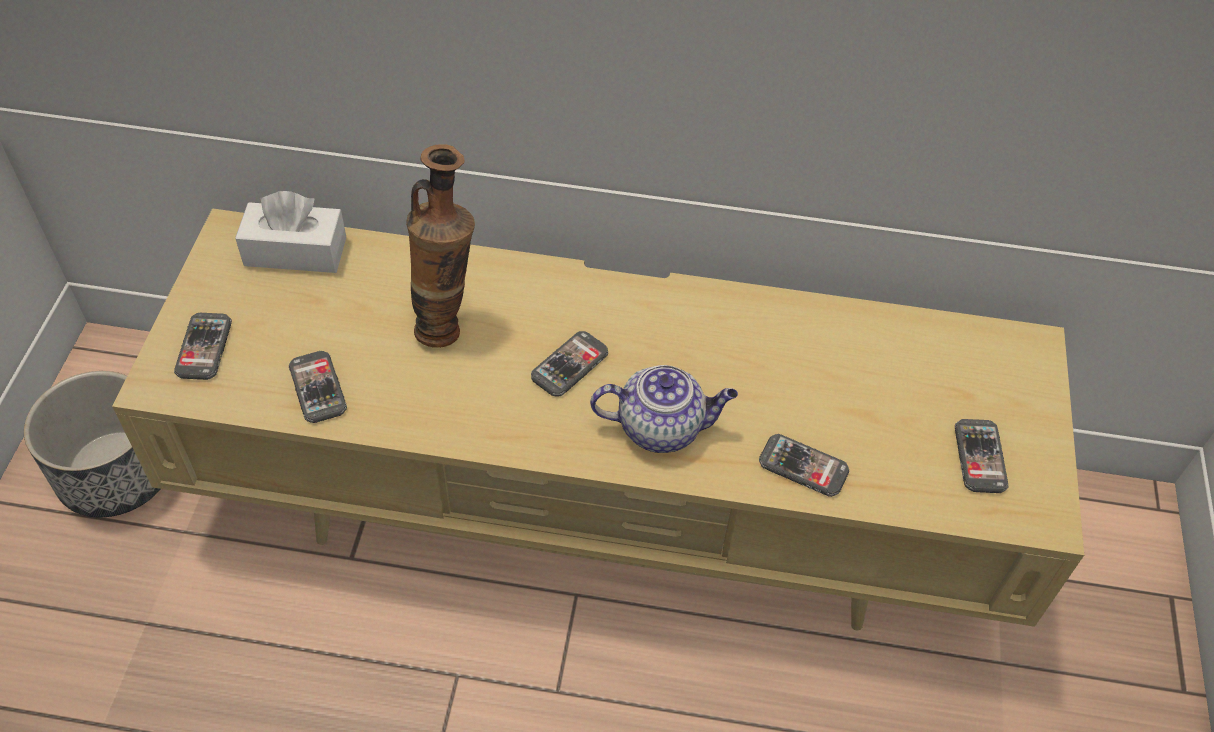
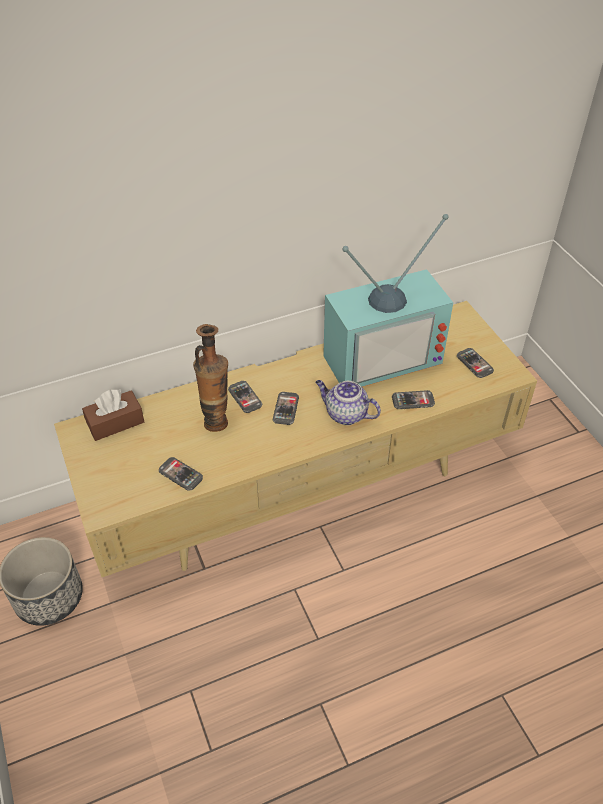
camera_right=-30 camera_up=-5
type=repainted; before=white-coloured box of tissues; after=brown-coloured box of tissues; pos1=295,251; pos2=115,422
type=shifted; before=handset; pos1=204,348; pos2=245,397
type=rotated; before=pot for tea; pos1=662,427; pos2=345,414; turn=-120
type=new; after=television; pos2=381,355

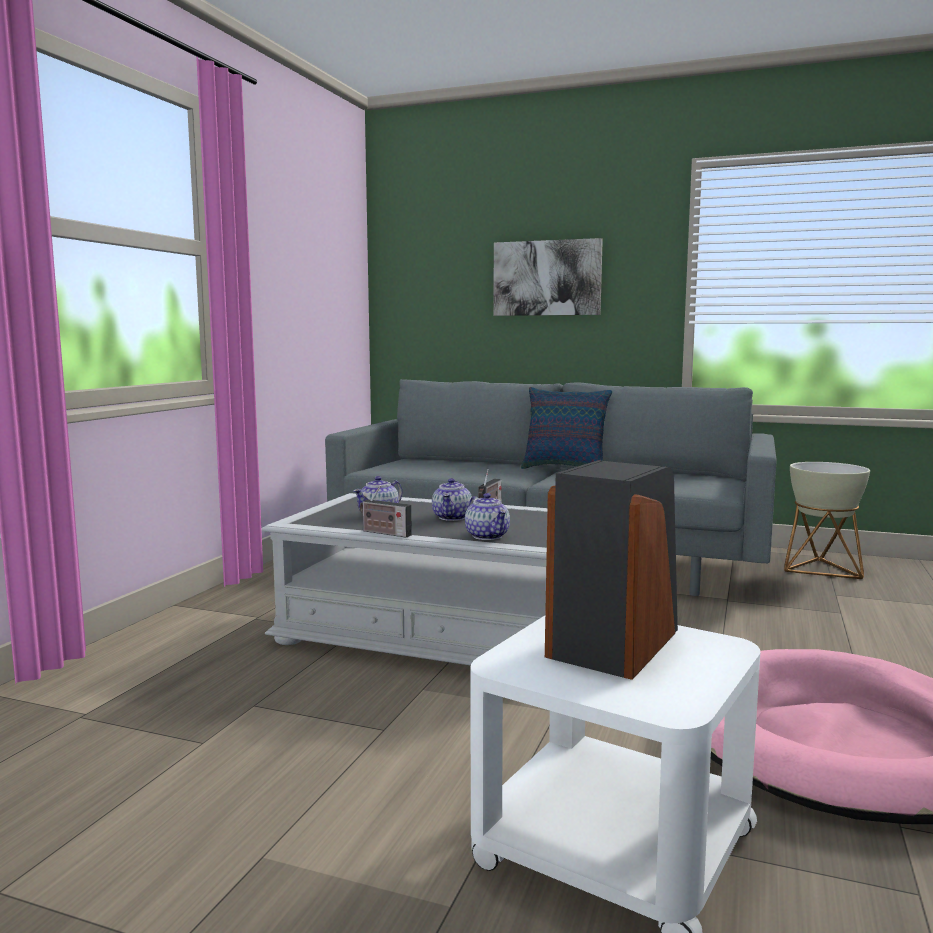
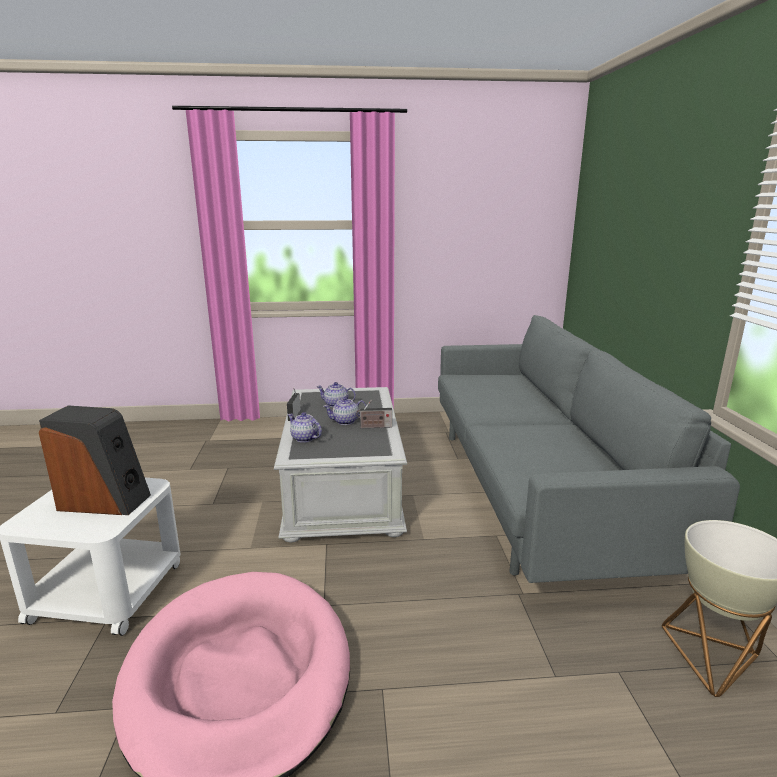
camera_right=65 camera_up=10
type=rotated; before=pot for tea; pos1=488,536; pos2=304,438; turn=90
type=gone; before=picture; pos1=547,278
type=gone; before=blue-coloured cushion; pos1=565,468

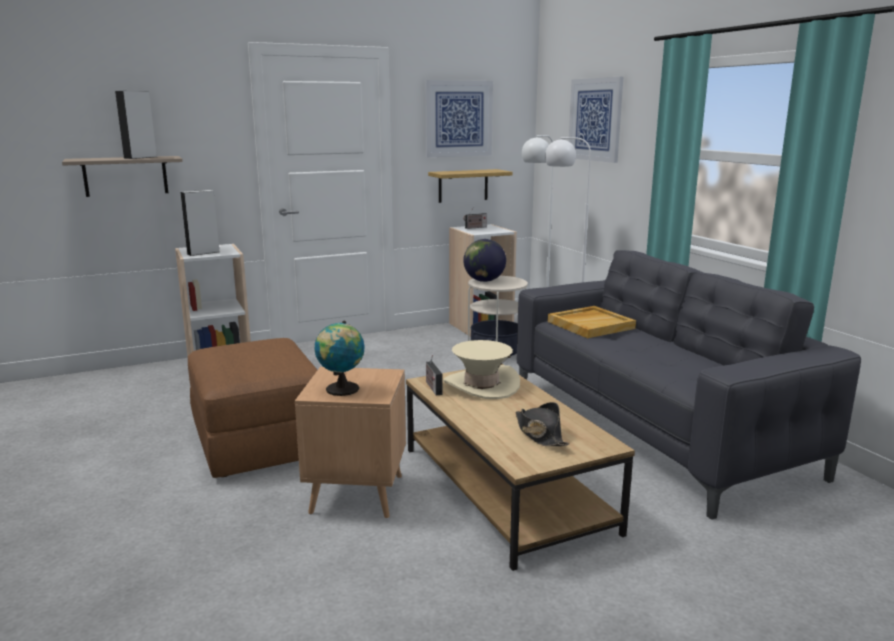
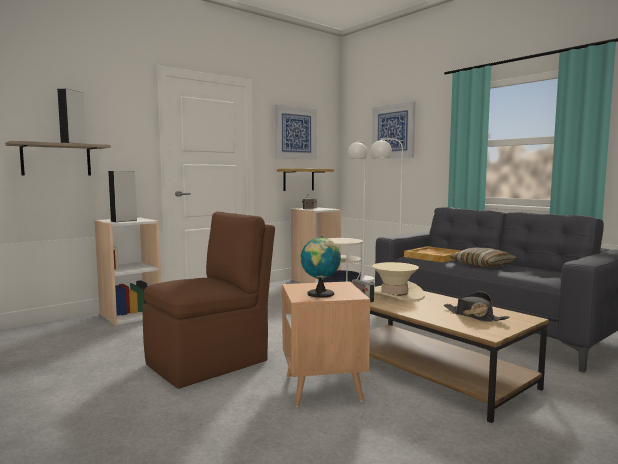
camera_right=-15 camera_up=-10
type=swapped; before=brown-coloured pouffe; after=brown-coloured chair; pos1=261,442; pos2=210,362
type=new; after=cushion; pos2=483,265
type=gone; before=world globe; pos1=484,281

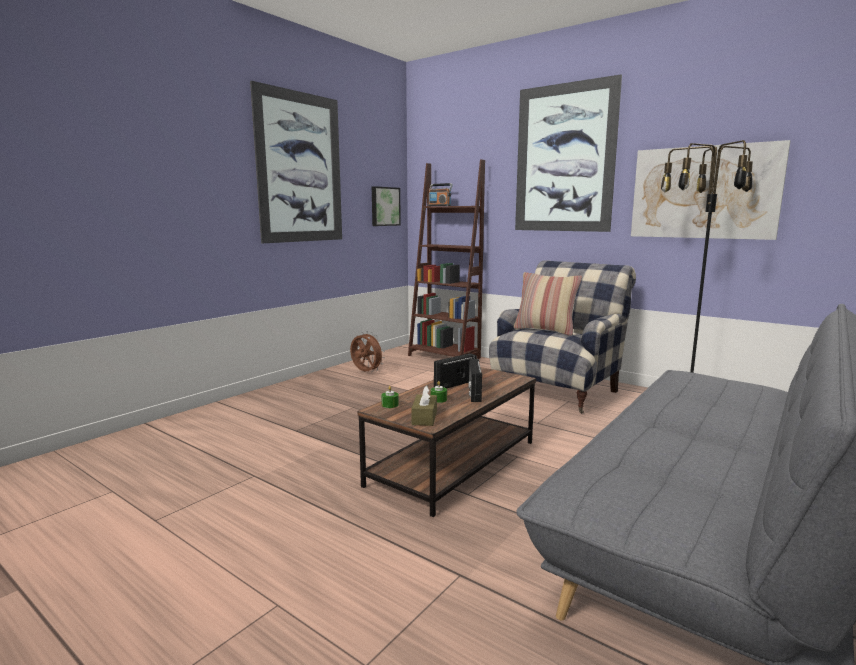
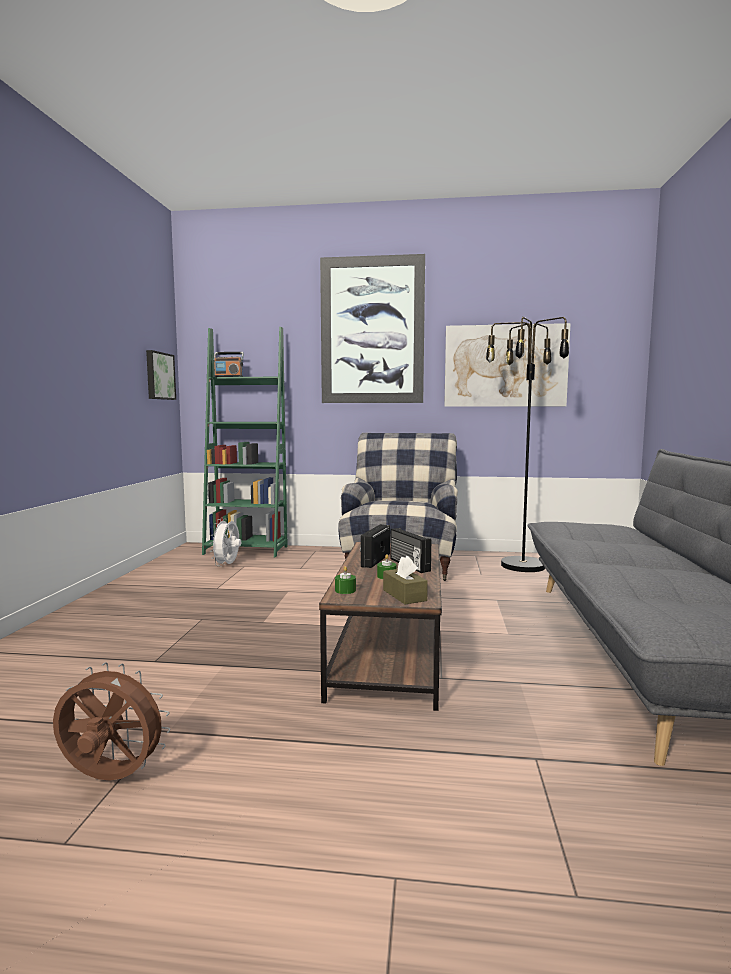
camera_right=-30 camera_up=-5
type=shifted; before=brown-coloured fan; pos1=366,372; pos2=110,779
type=repainted; before=brown-coloured bookshelf; after=greenish bookshelf; pos1=444,356; pos2=246,550
type=new; after=white-coloured fan; pos2=227,565
type=gone; before=picture; pos1=300,168
type=gone; before=cushion; pos1=545,330

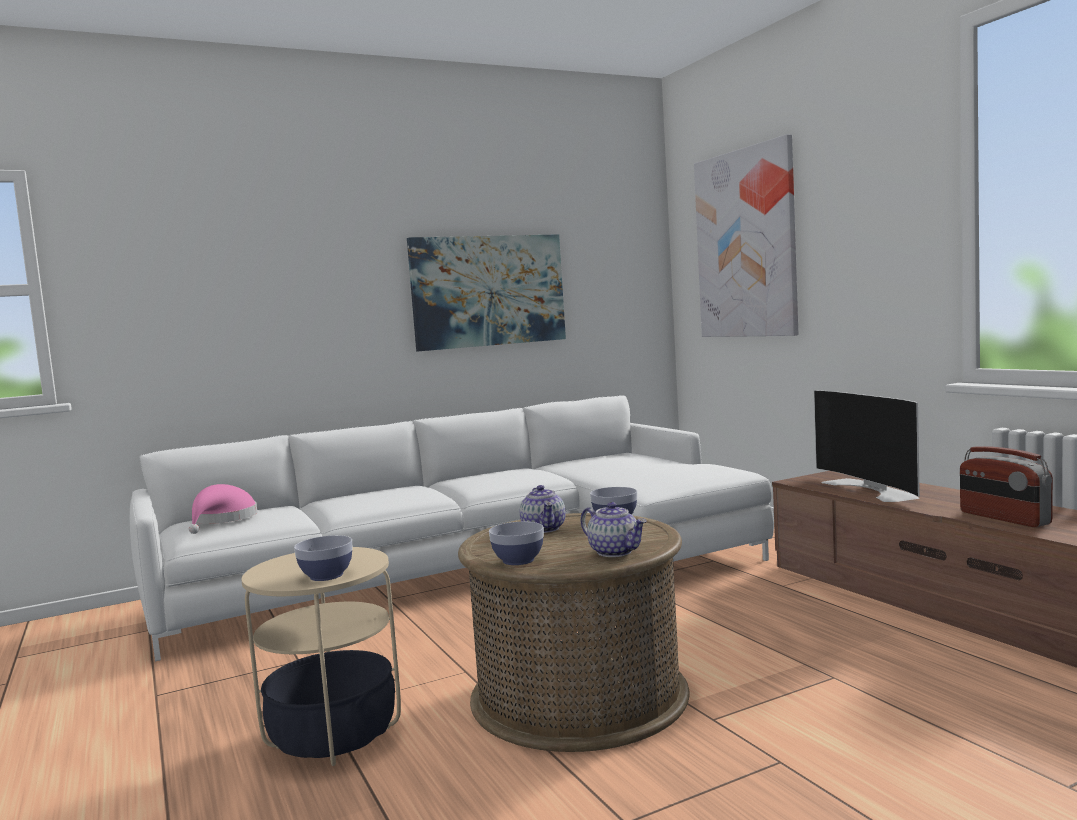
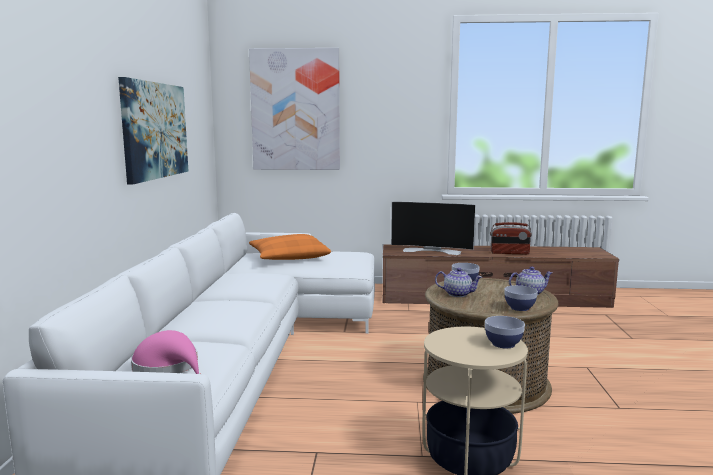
camera_right=-60 camera_up=5
type=new; after=orange cushion; pos2=288,257

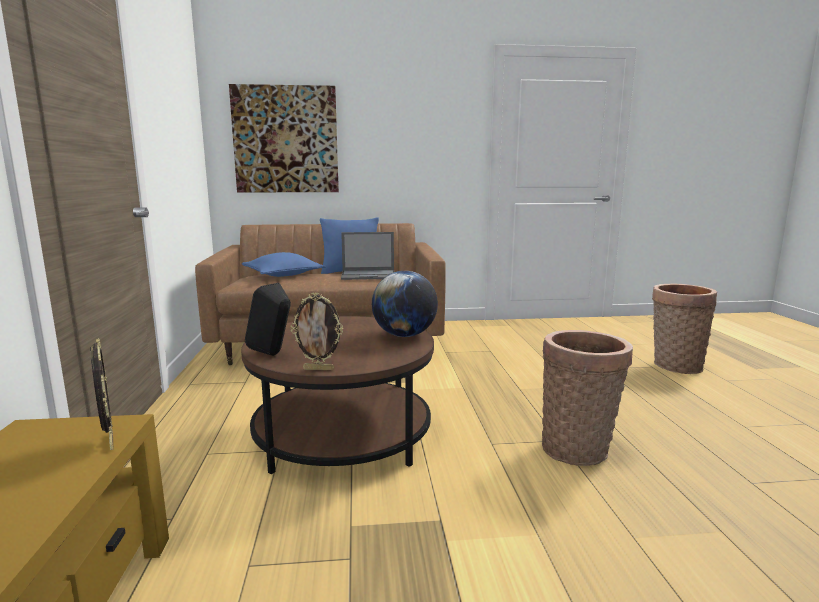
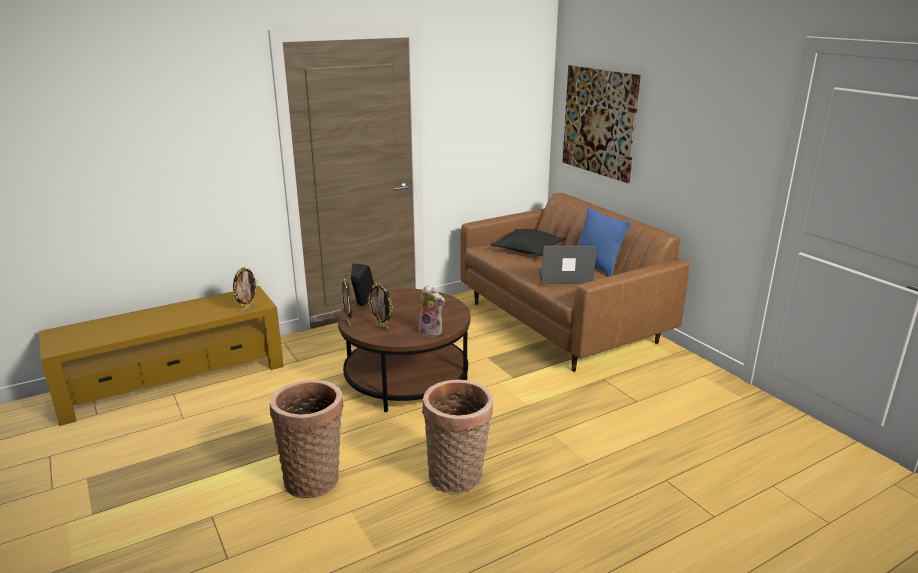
camera_right=65 camera_up=10
type=shifted; before=household basket; pos1=674,365; pos2=314,478
type=new; after=picture frame; pos2=382,327
type=swapped; before=world globe; after=soft toy; pos1=404,335; pos2=432,331
type=repainted; before=blue-coloured cushion; after=black-coloured cushion; pos1=283,275; pos2=528,250
type=rotated; before=laptop; pos1=369,275; pos2=564,276; turn=120

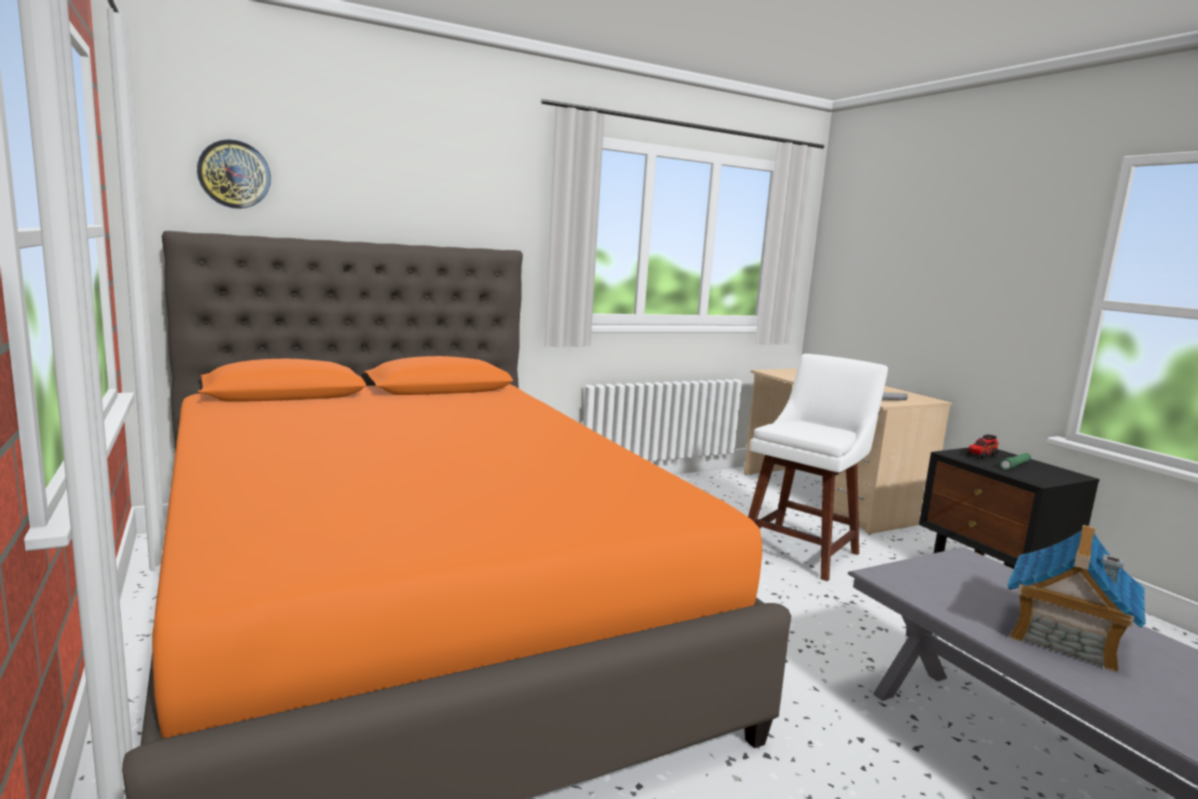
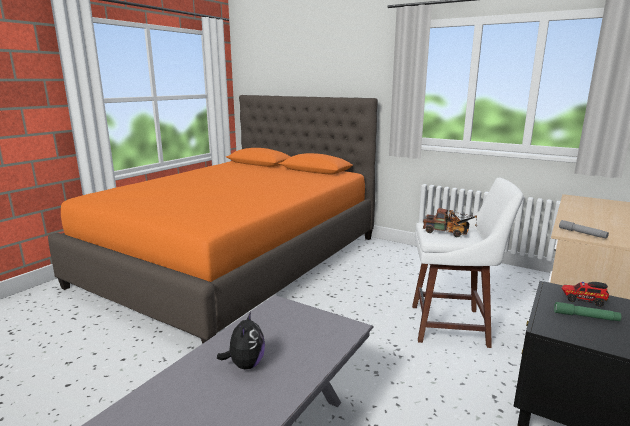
camera_right=60 camera_up=5
type=swapped; before=miniature house; after=soft toy; pos1=1064,637; pos2=245,364
type=new; after=model truck; pos2=448,233
type=gone; before=hanging clock; pos1=234,174

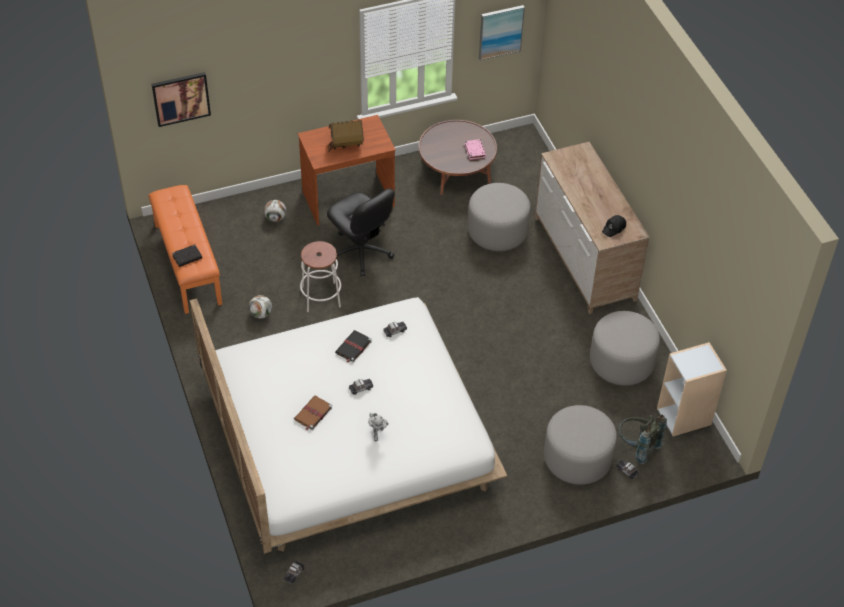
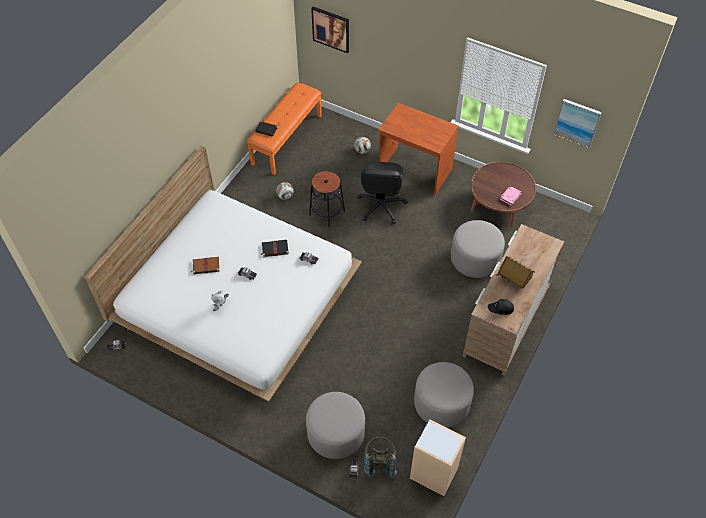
camera_right=50 camera_up=5
type=repainted; before=white-coloured stool seat; after=black-coloured stool seat; pos1=321,297; pos2=327,213
type=shifted; before=miniature house; pos1=346,144; pos2=514,279

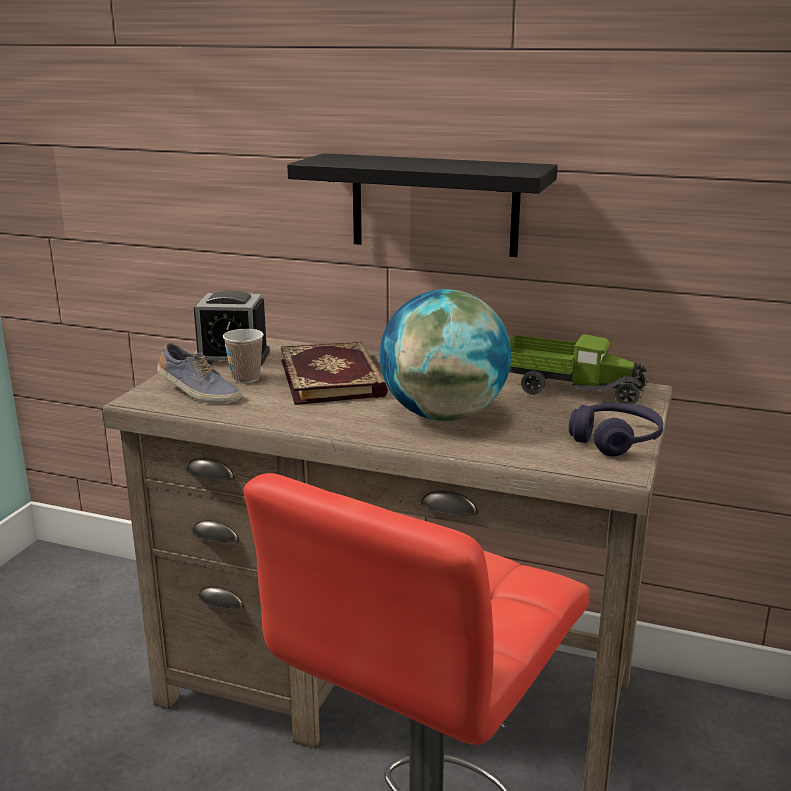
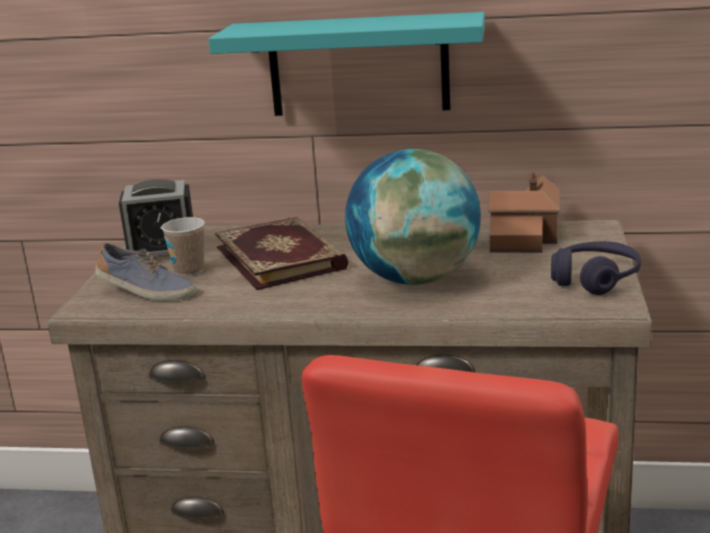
camera_right=-10 camera_up=0
type=repainted; before=black-coloured wall shelf; after=blue-green wall shelf; pos1=434,205; pos2=358,65
type=swapped; before=model truck; after=miniature house; pos1=570,389; pos2=525,236

